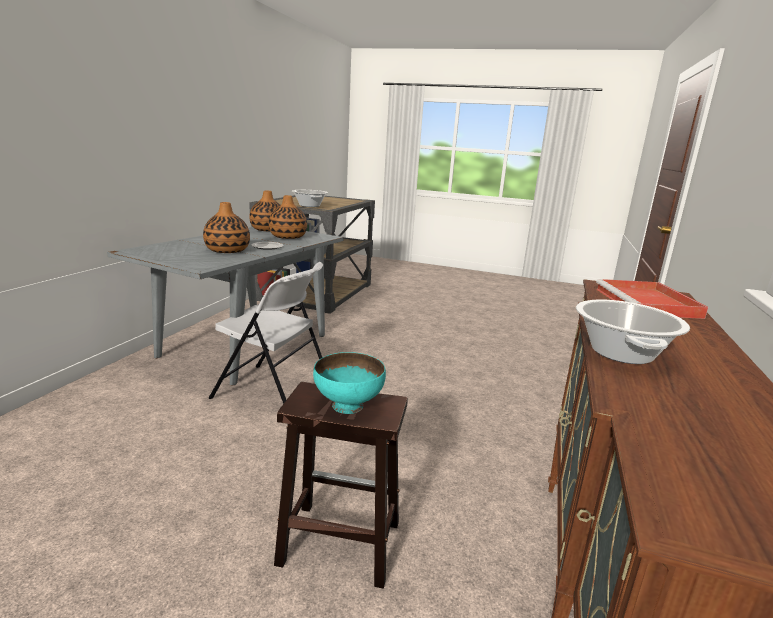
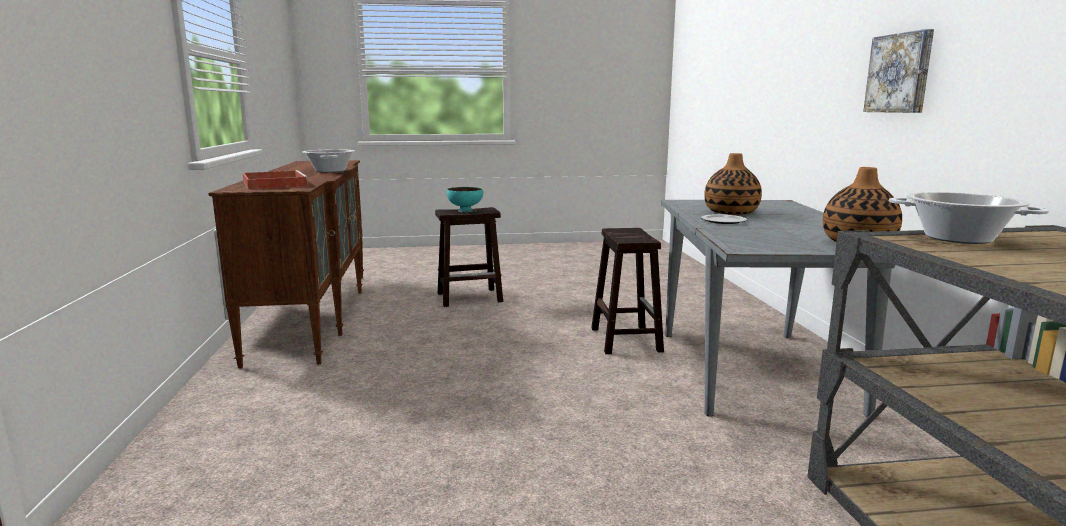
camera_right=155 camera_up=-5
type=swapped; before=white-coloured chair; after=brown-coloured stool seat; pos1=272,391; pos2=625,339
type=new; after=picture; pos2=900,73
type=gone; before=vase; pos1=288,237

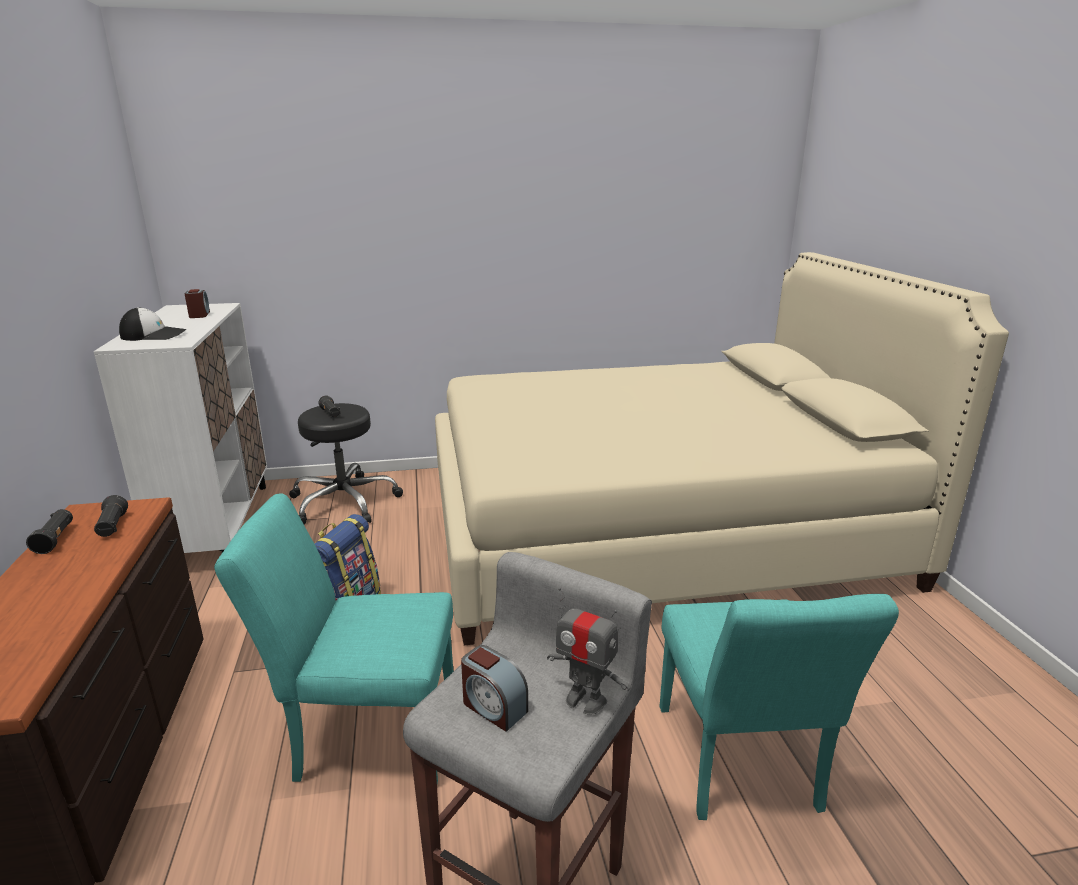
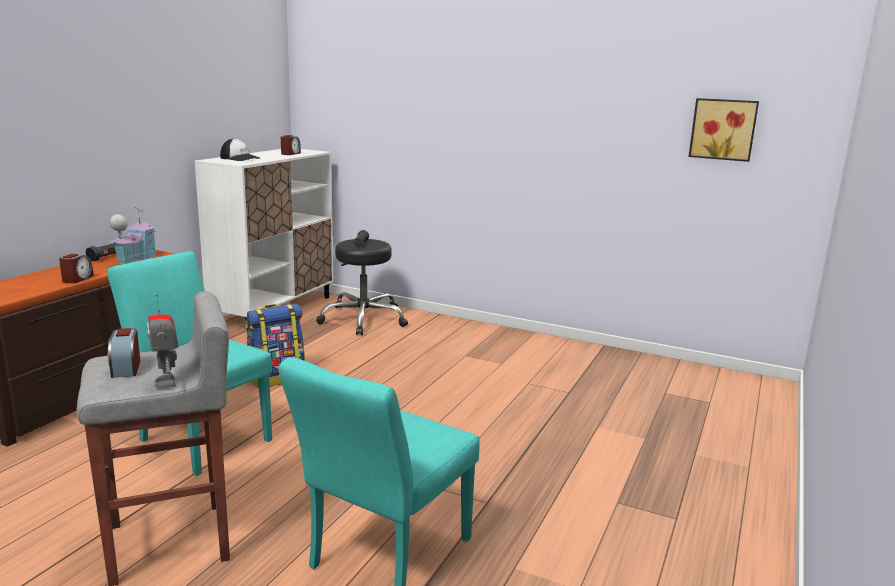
camera_right=35 camera_up=-5
type=new; after=bedside clock; pos2=77,279
type=swapped; before=black-coloured torch; after=miniature house; pos1=112,526; pos2=135,259
type=new; after=picture; pos2=723,129
type=gone; before=beige bed; pos1=653,529

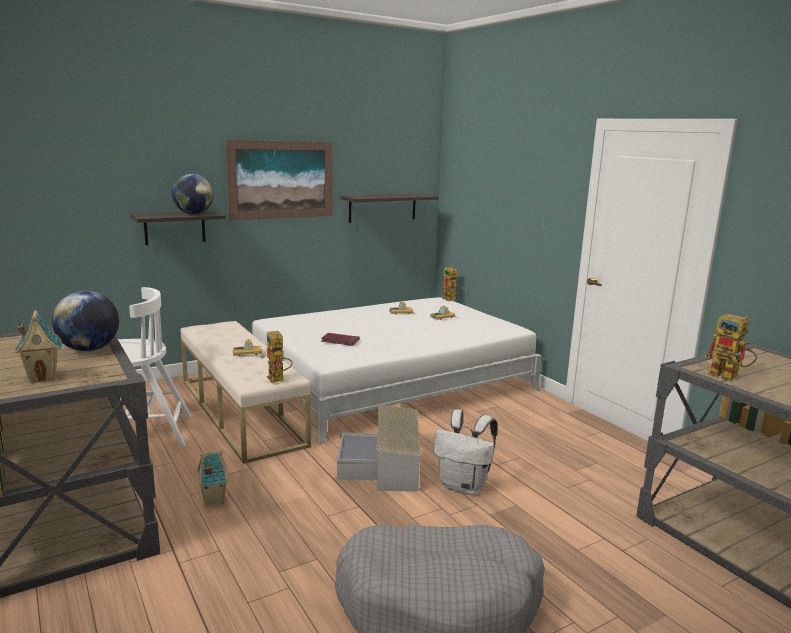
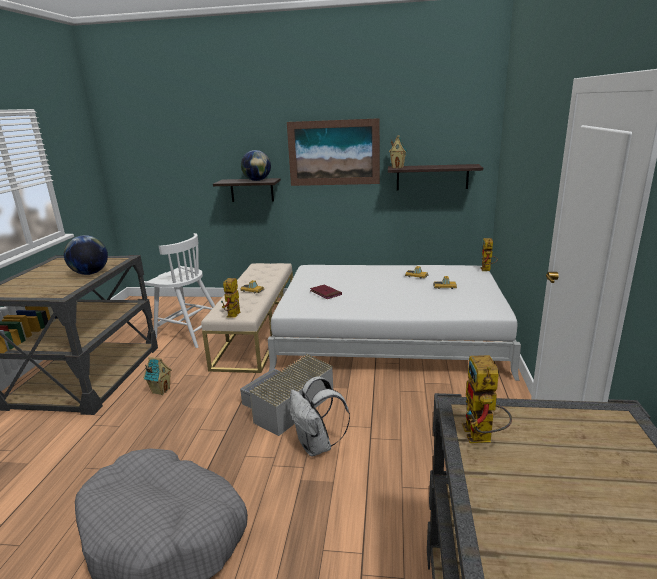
camera_right=40 camera_up=5
type=shifted; before=miniature house; pos1=43,377; pos2=398,167

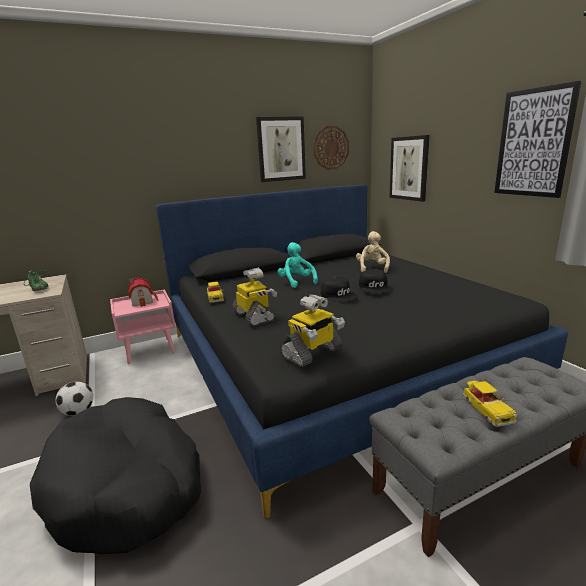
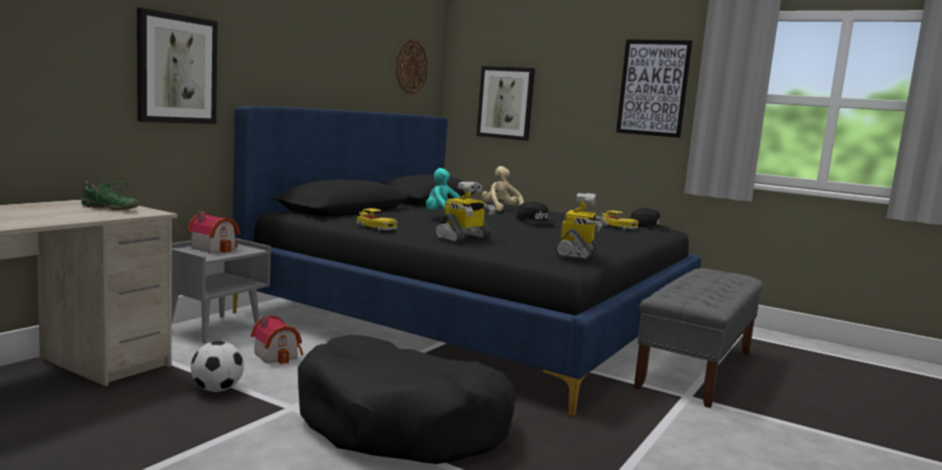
camera_right=-35 camera_up=-10
type=shifted; before=picture; pos1=281,149; pos2=176,69
type=repainted; before=pink nightstand; after=gray nightstand; pos1=150,350; pos2=213,328
type=new; after=miniature house; pos2=278,355
type=rotated; before=model robot; pos1=254,316; pos2=463,238; turn=105
type=shifted; before=toy car; pos1=486,409; pos2=617,227
type=shifted; before=black-coloured cap; pos1=338,295; pos2=648,226

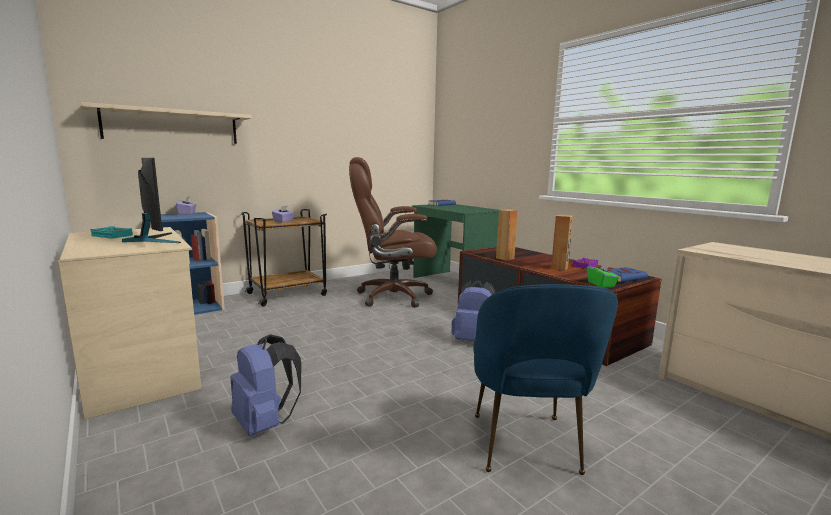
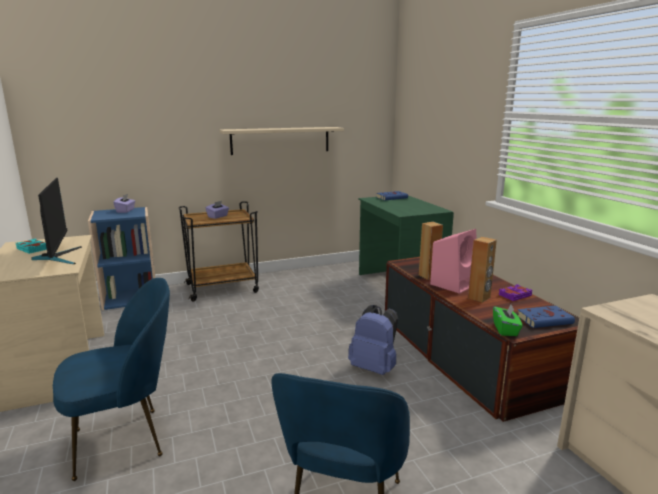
camera_right=15 camera_up=5
type=swapped; before=blue-coloured rucksack; after=blue-coloured chair; pos1=265,424; pos2=127,440
type=shifted; before=beige wall shelf; pos1=172,126; pos2=280,140
type=new; after=pink speaker; pos2=454,284
type=gone; before=brown-coloured computer chair; pos1=392,297

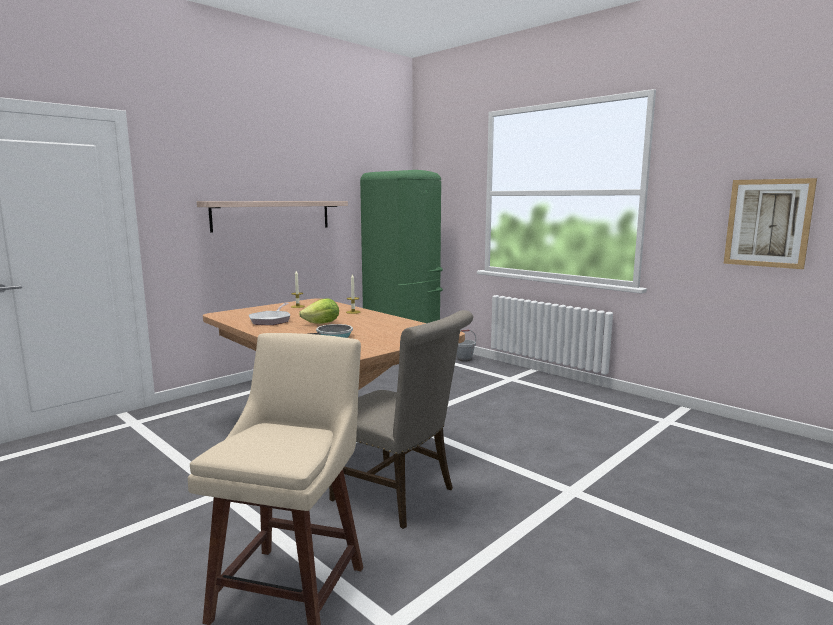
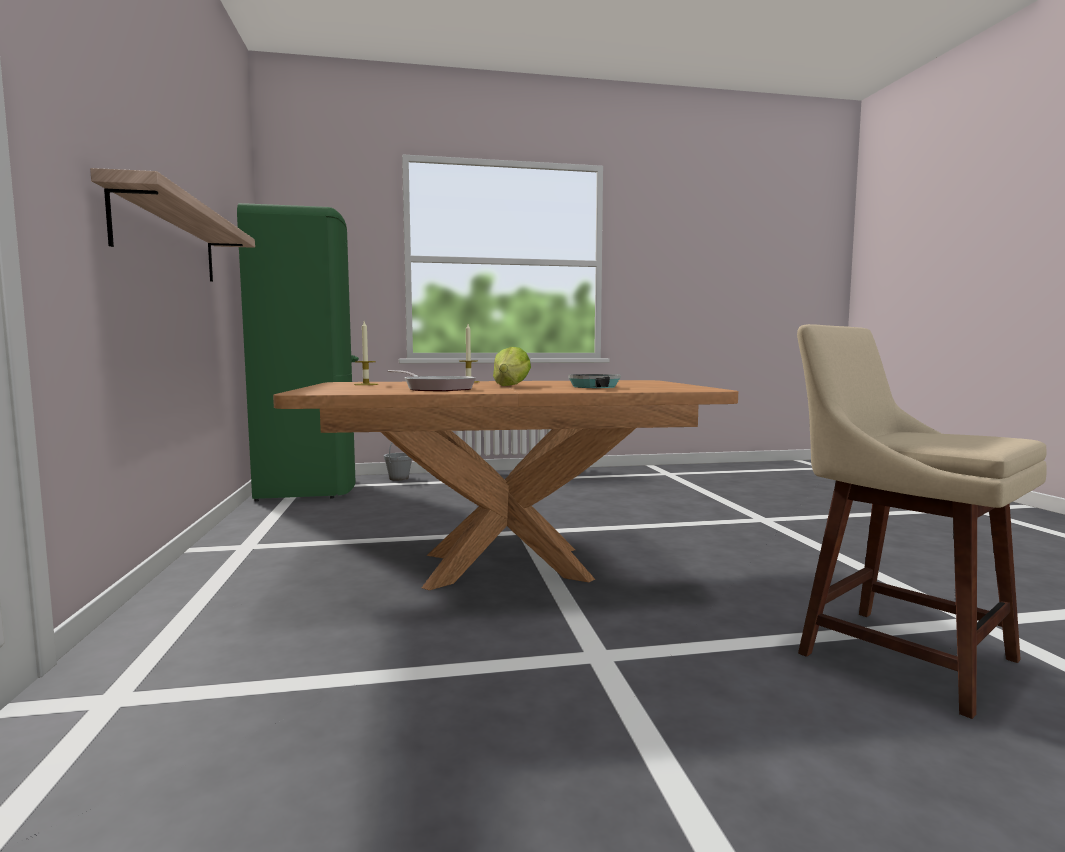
camera_right=-55 camera_up=-5
type=gone; before=beige chair; pos1=399,495
type=gone; before=picture; pos1=768,223

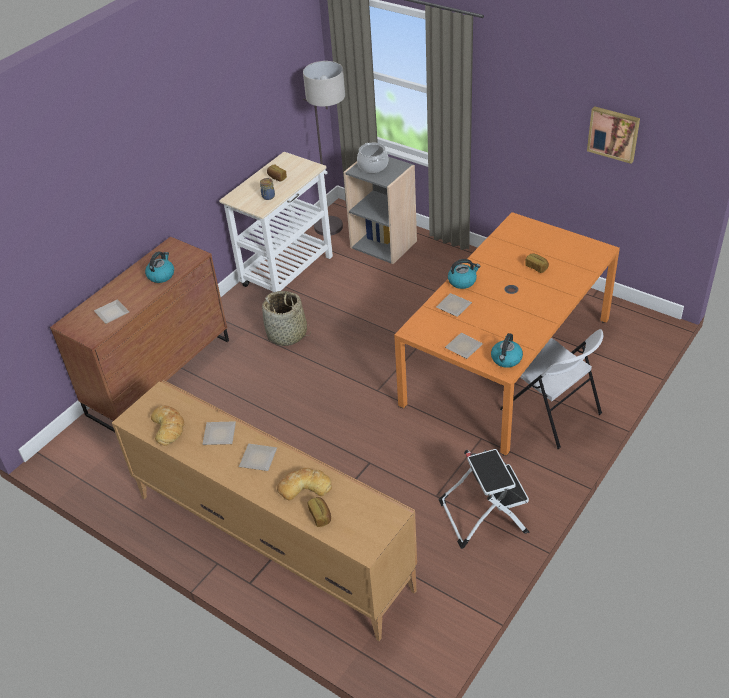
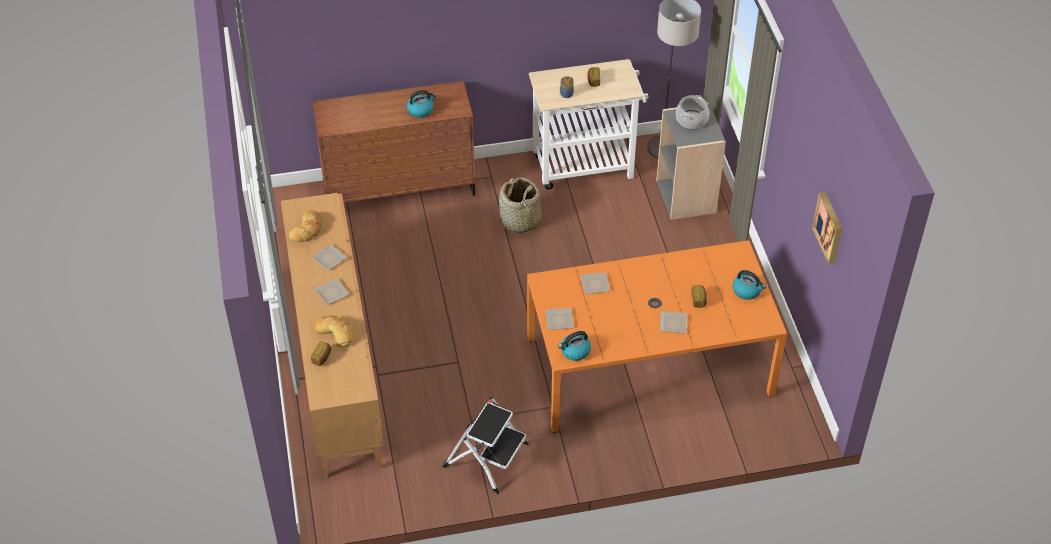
camera_right=40 camera_up=5
type=shifted; before=plate; pos1=112,312; pos2=674,323
type=shifted; before=water kettle; pos1=462,281; pos2=747,291
type=gone; before=white-coloured chair; pos1=550,411

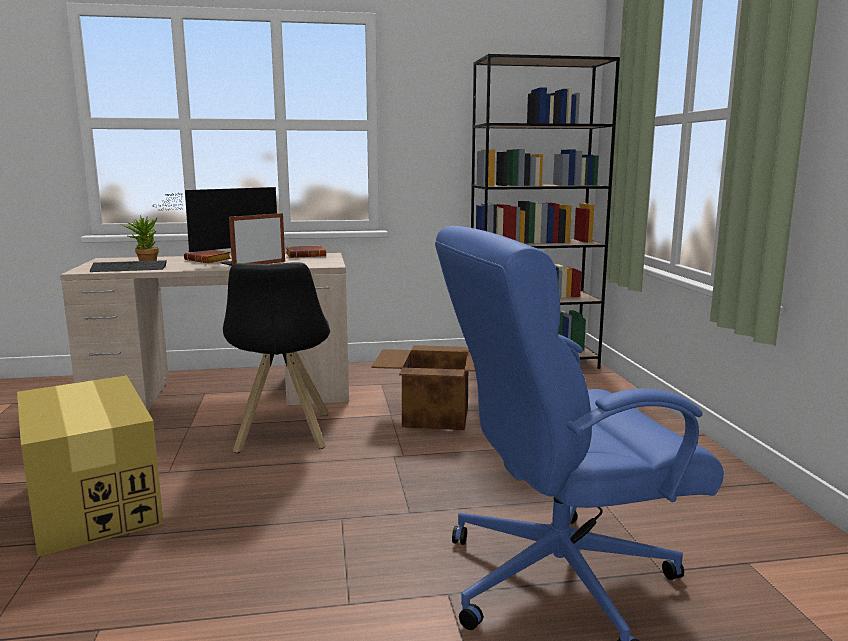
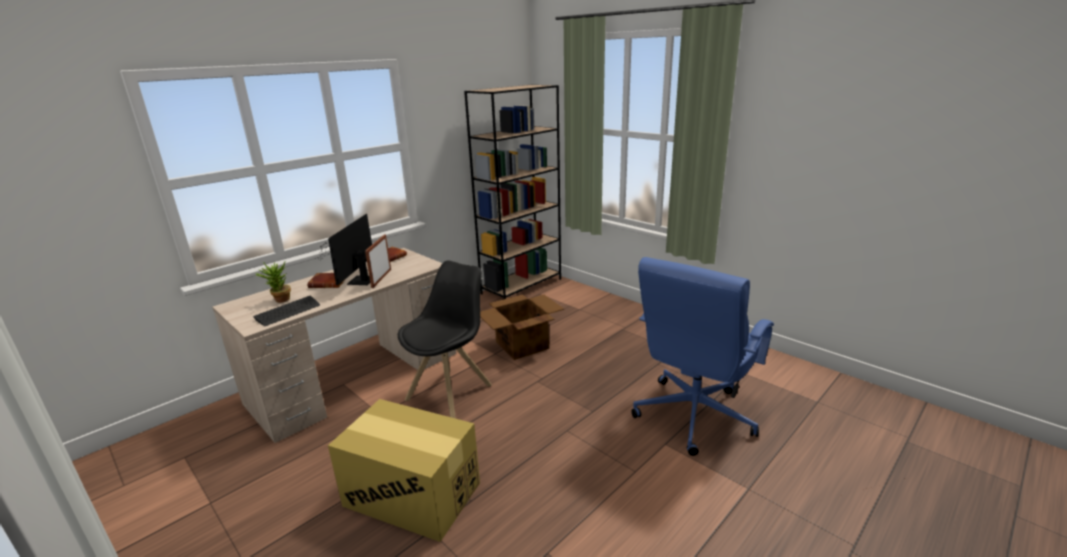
camera_right=-35 camera_up=10
type=rotated; before=black-coloured chair; pos1=282,432; pos2=450,392; turn=-105

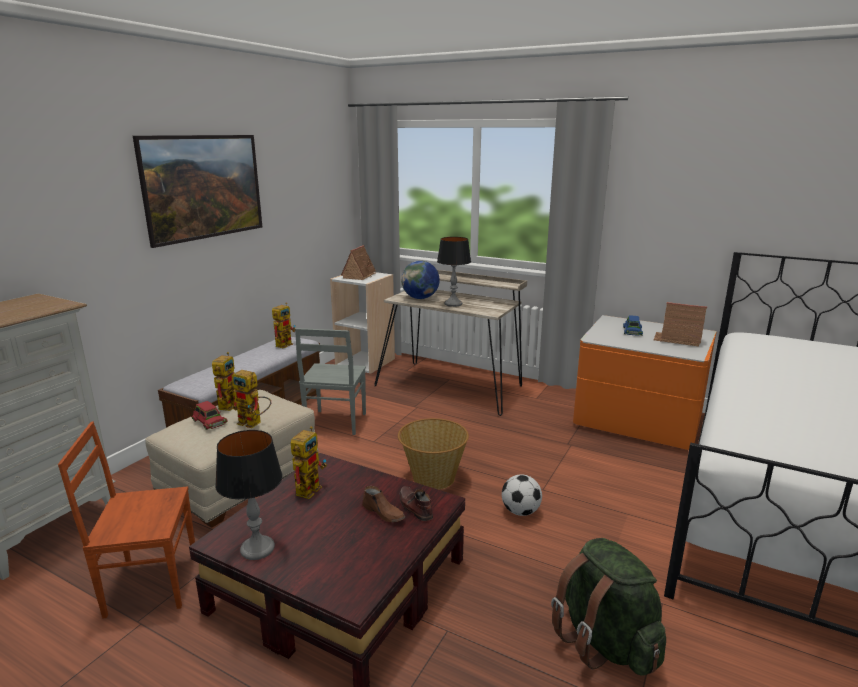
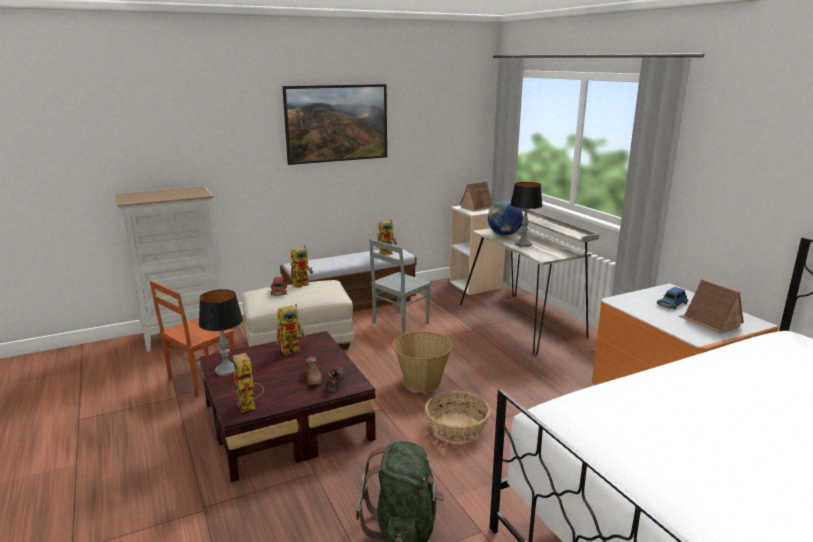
camera_right=35 camera_up=0
type=rotated; before=brown-coloured chair; pos1=151,583; pos2=201,379; turn=-75
type=shifted; before=model robot; pos1=254,423; pos2=249,407
type=swapped; before=ball for football; after=household basket; pos1=520,511; pos2=456,427

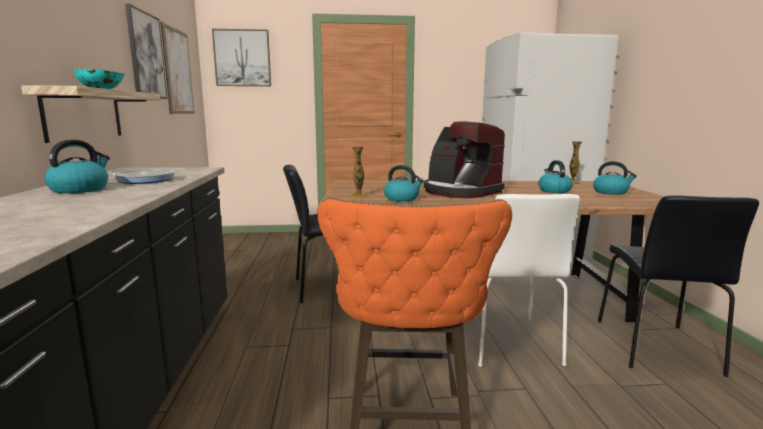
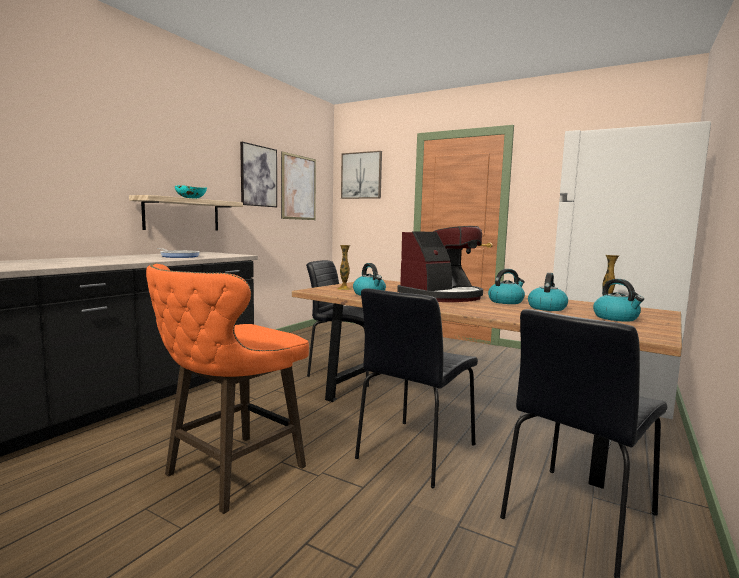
camera_right=35 camera_up=-5
type=repainted; before=white-coloured chair; after=black-coloured chair; pos1=508,343; pos2=414,453
type=rotated; before=coffee maker; pos1=460,191; pos2=442,296; turn=-120
type=shifted; before=water kettle; pos1=80,189; pos2=506,301

